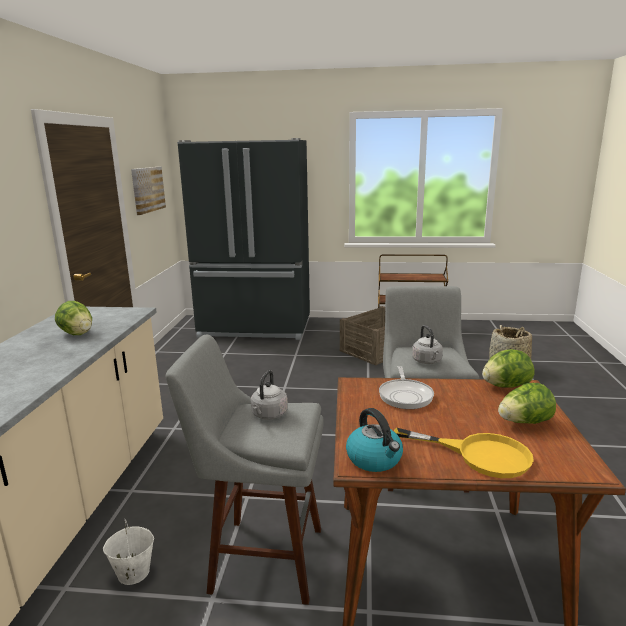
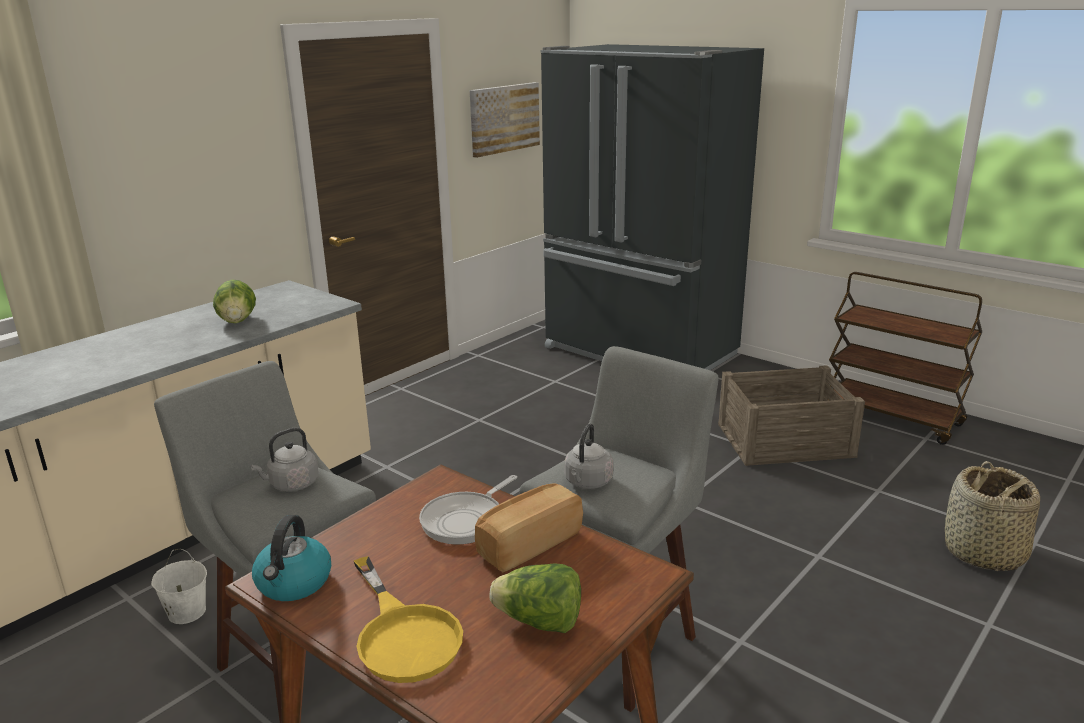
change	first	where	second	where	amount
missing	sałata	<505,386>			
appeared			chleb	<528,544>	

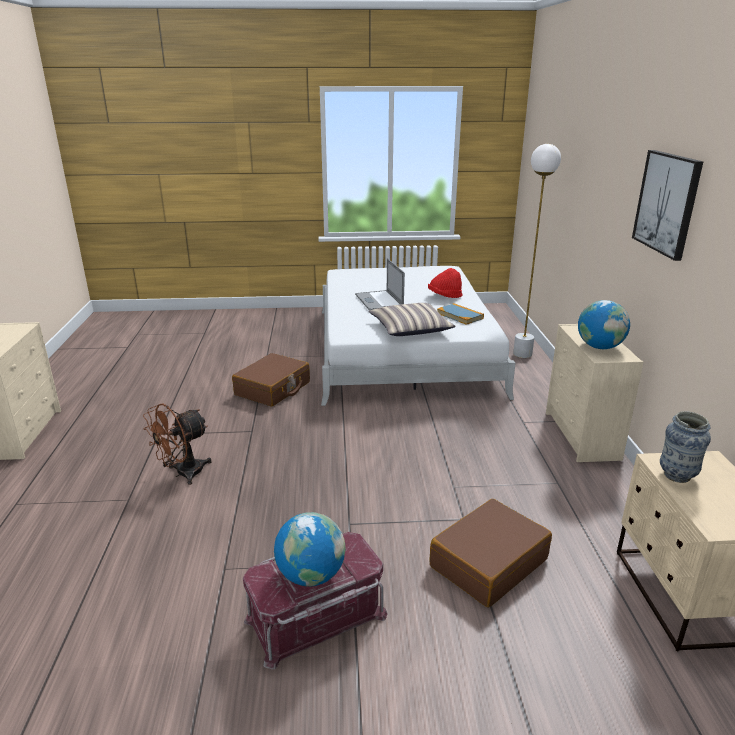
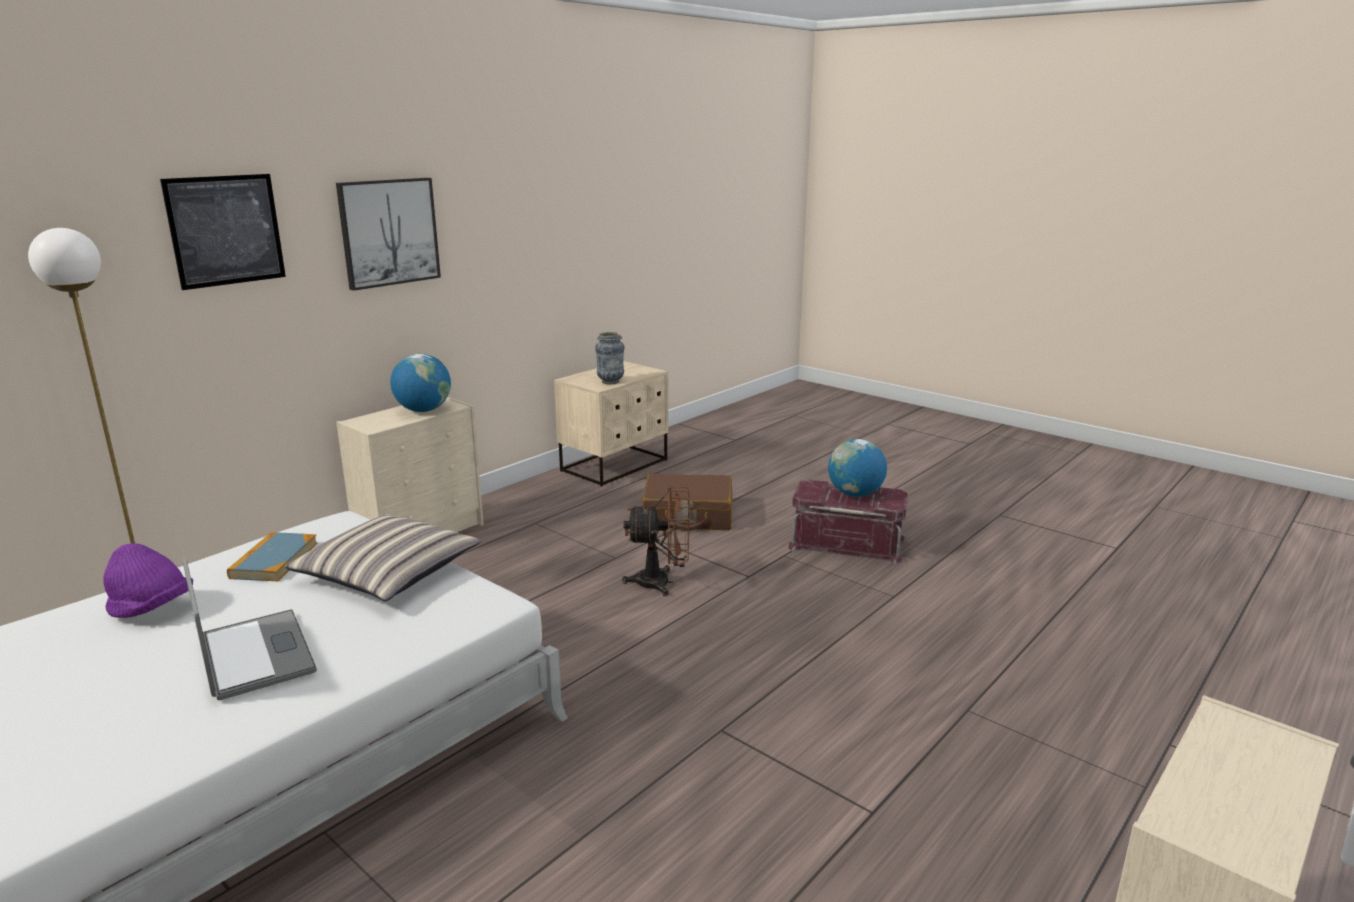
change	first	where	second	where	amount
relocated	wentylator/brązowy	<183,474>		<662,582>	
missing	walizka/brązowy	<273,389>			
spun	laptop	<379,301>		<255,654>	60 degrees counterclockwise
colour	kapelusz/czerwony	<444,296>	kapelusz/fioletowy	<151,609>	
appeared			obraz	<226,230>	

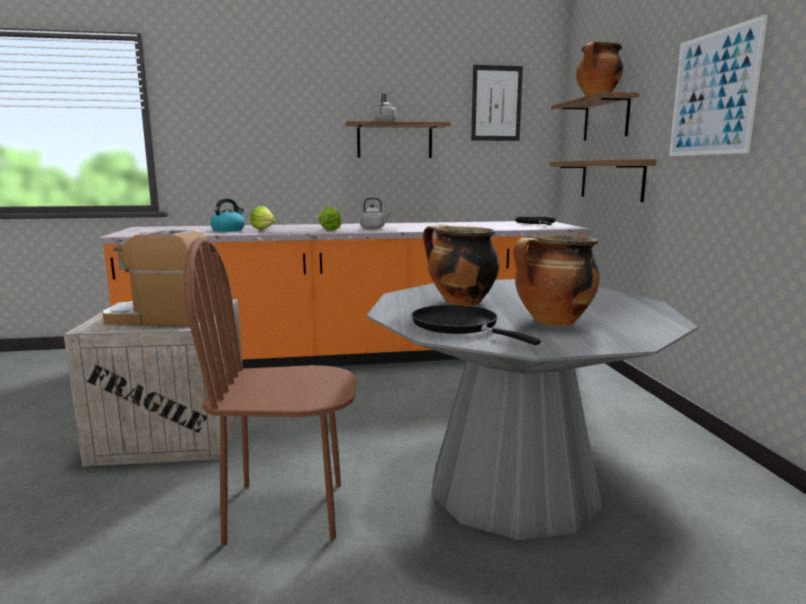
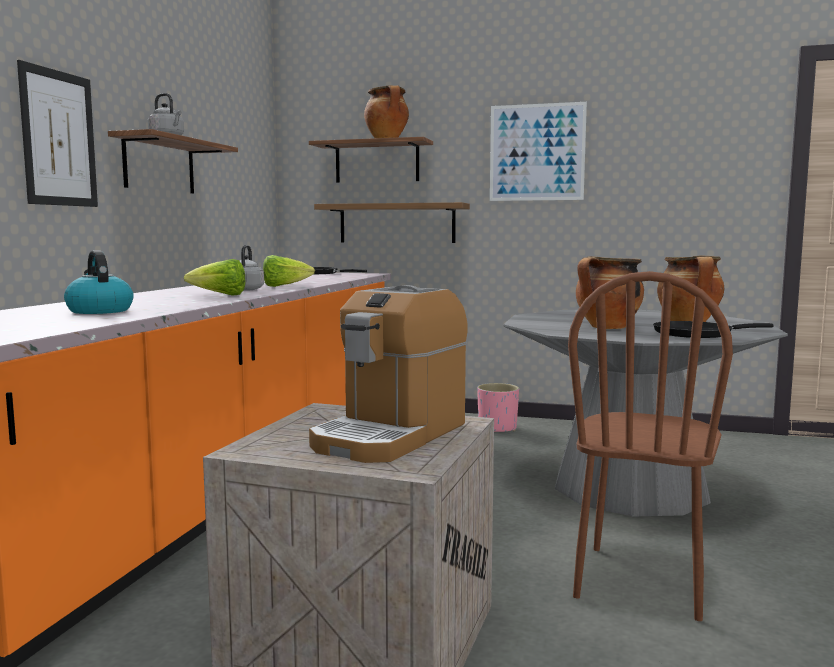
change	first	where	second	where	amount
relocated	sałata	<265,230>		<284,286>	
relocated	obraz	<496,103>		<59,138>	
appeared			donica/różowy	<497,428>	

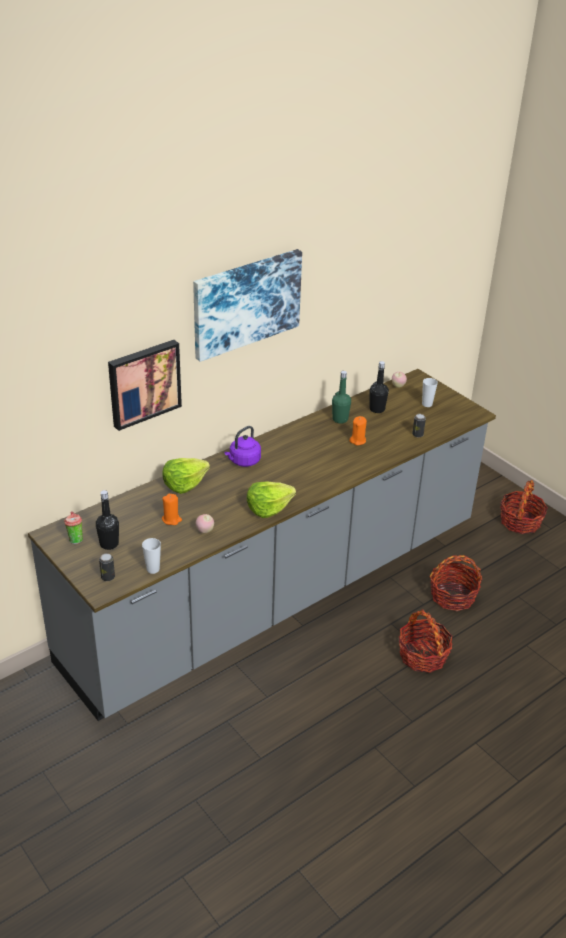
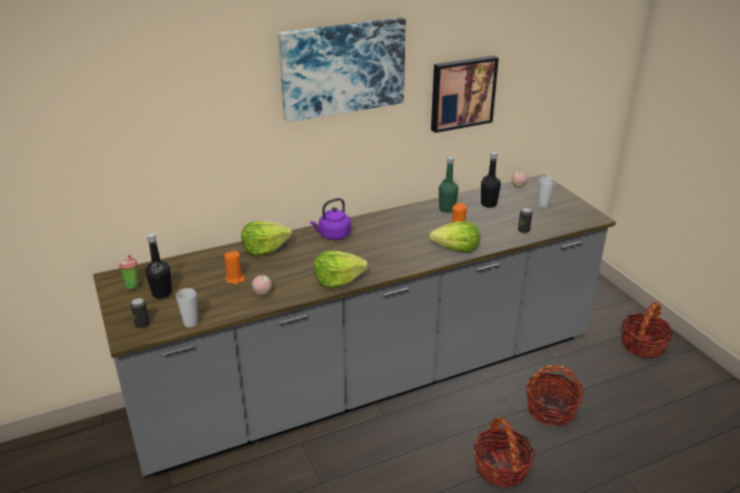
change	first	where	second	where	amount
relocated	obraz	<143,383>		<462,93>	
appeared			sałata	<456,249>	

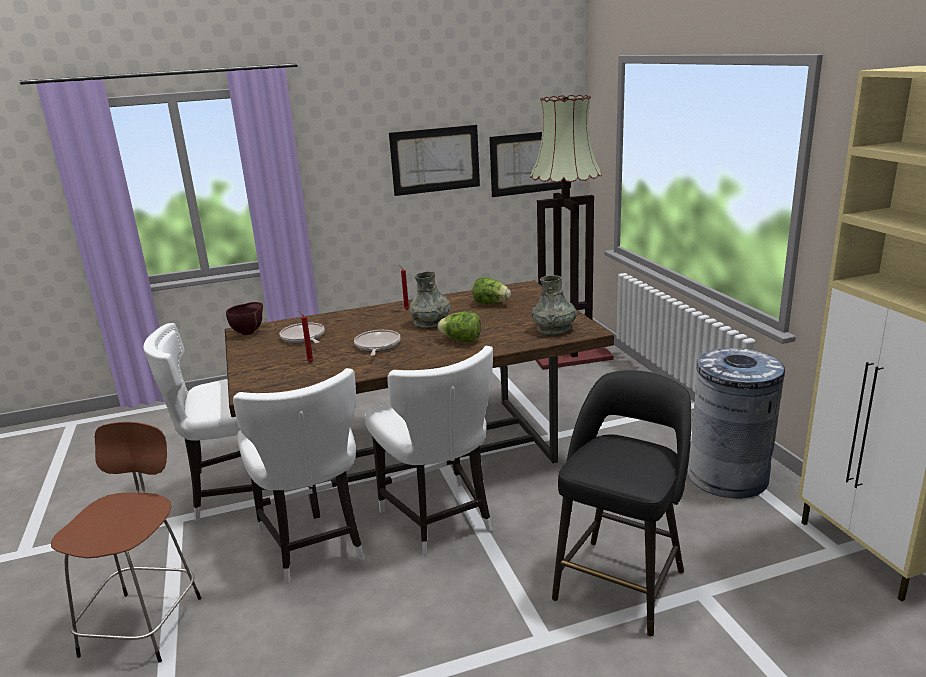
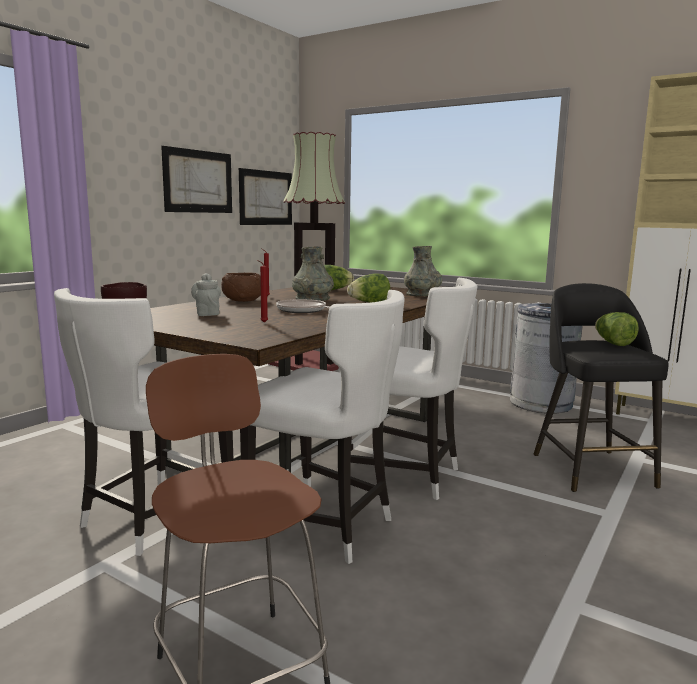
change	first	where	second	where	amount
exchanged	patelnia	<303,337>	imbryk/szary	<207,314>	
appeared			miska/brązowy	<243,300>	
appeared			sałata	<612,343>	

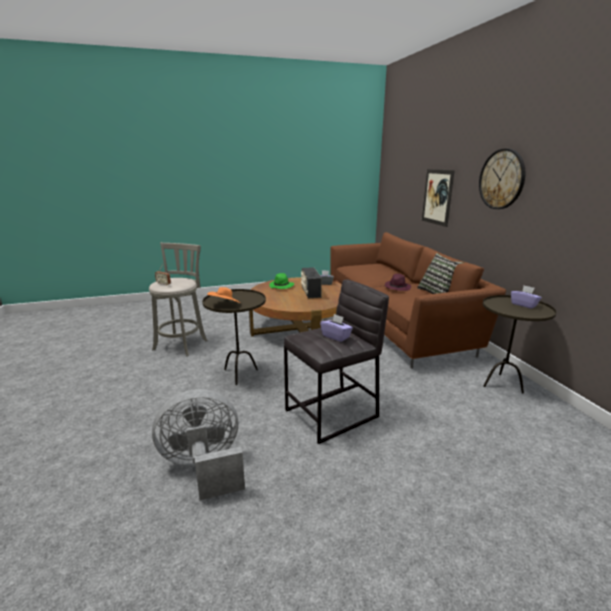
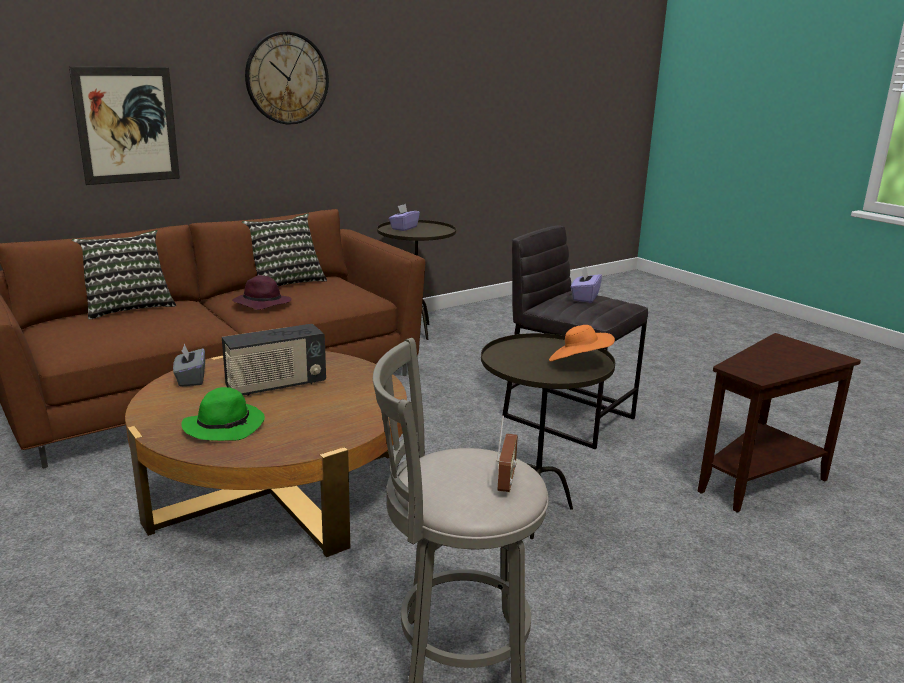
change	first	where	second	where	amount
exchanged	wentylator/szary	<204,467>	stolik/brązowy	<759,480>	
appeared			poduszka	<128,307>	

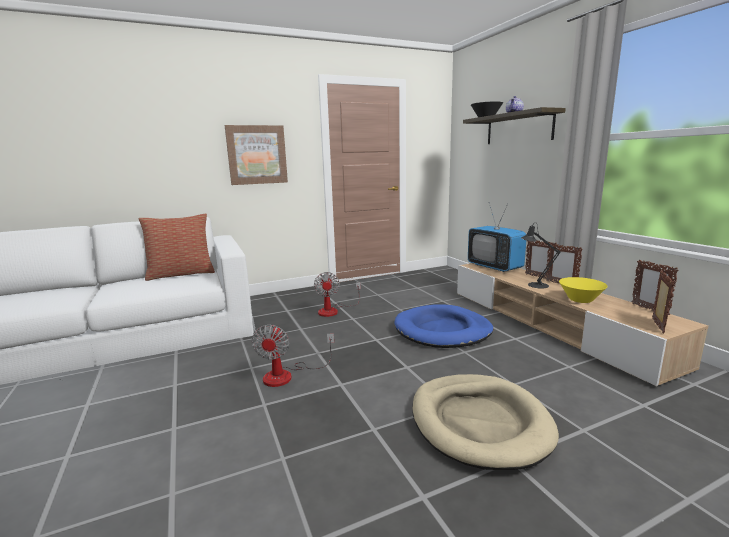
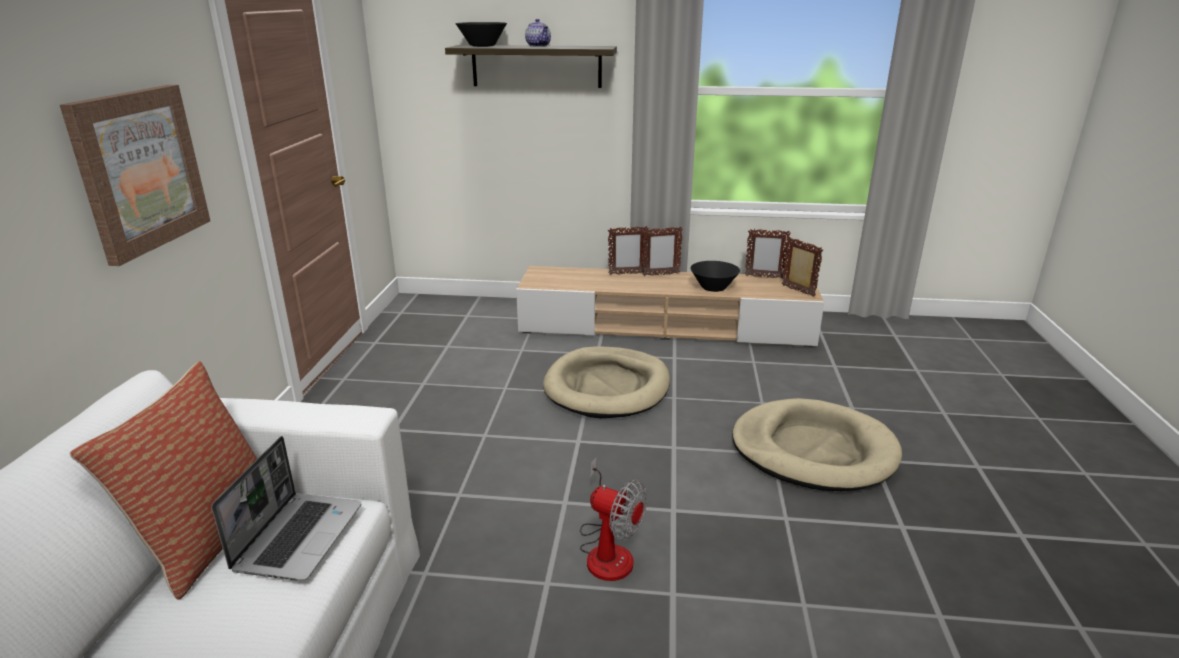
change	first	where	second	where	amount
missing	wentylator	<333,310>			
colour	legowisko/niebieski	<442,330>	legowisko/beżowy	<607,387>	
missing	telewizor	<494,267>			
missing	lampa stołowa/czarny	<535,284>			
colour	miska/żółty	<580,300>	miska/czarny	<713,288>	
appeared			laptop	<299,536>	

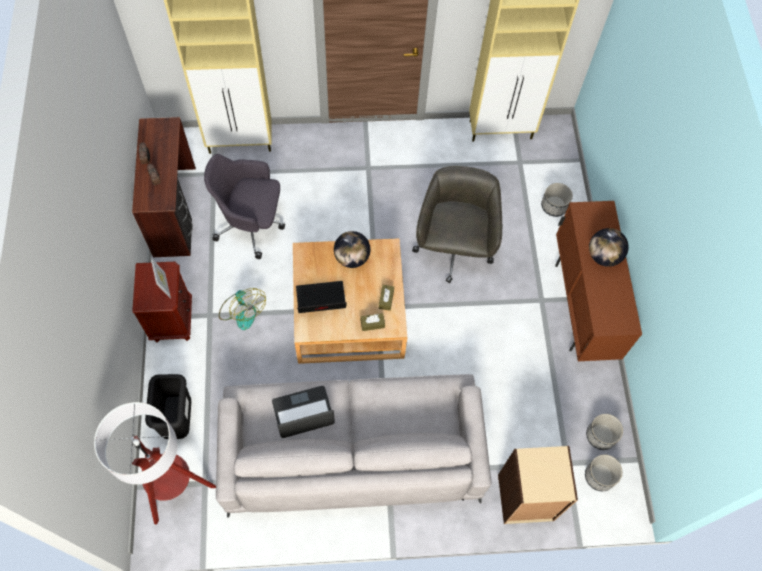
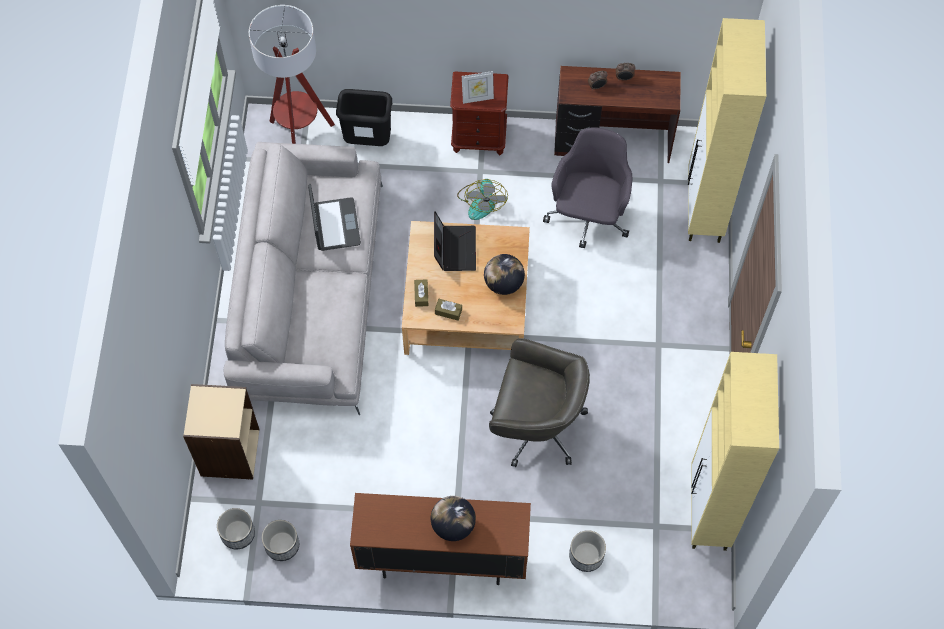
change	first	where	second	where	amount
spun	wentylator	<242,311>		<481,201>	60 degrees counterclockwise

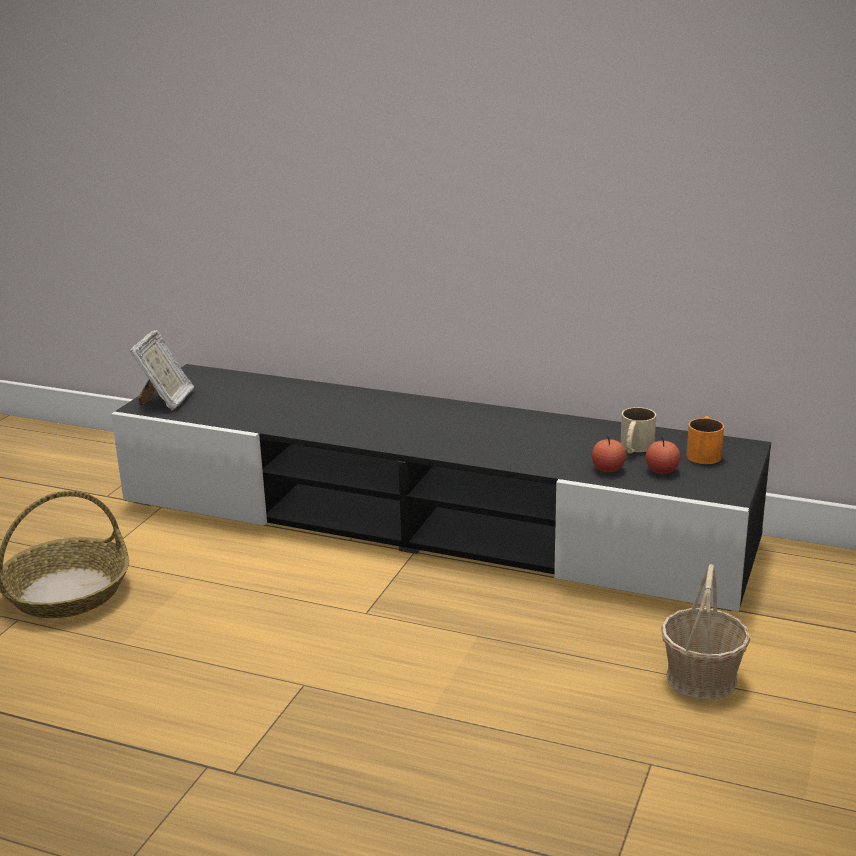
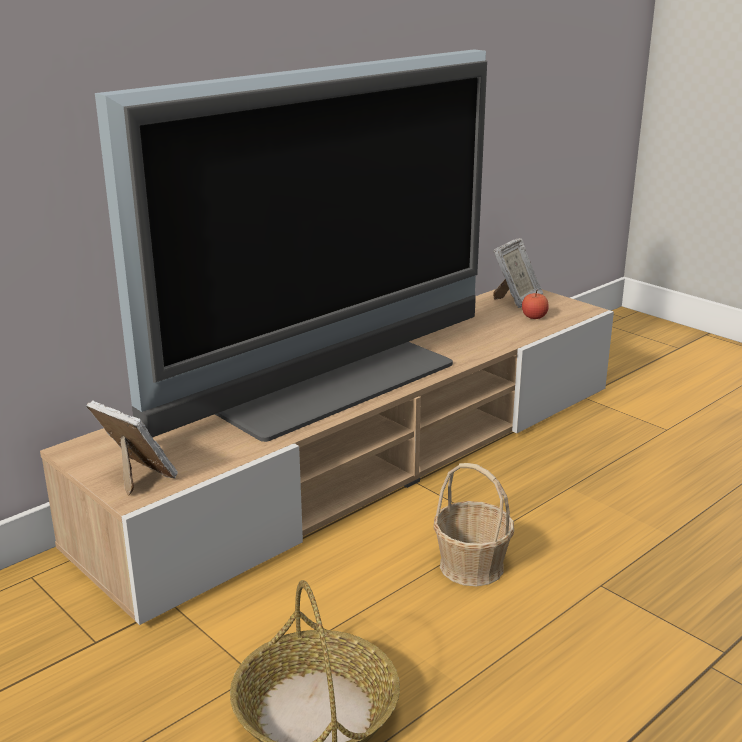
change	first	where	second	where	amount
colour	szafka pod telewizor/czarny	<432,523>	szafka pod telewizor/beżowy	<372,461>	
missing	jabłko	<608,469>			
missing	kubek/beżowy	<634,448>			
relocated	koszyk	<702,678>		<471,566>	
exchanged	kubek/pomarańczowy	<704,452>	ramka na zdjęcie	<516,300>	
appeared			telewizor	<332,383>	

